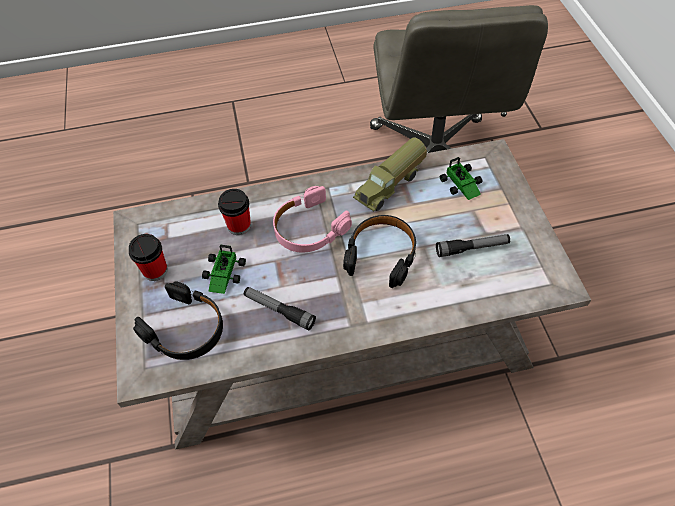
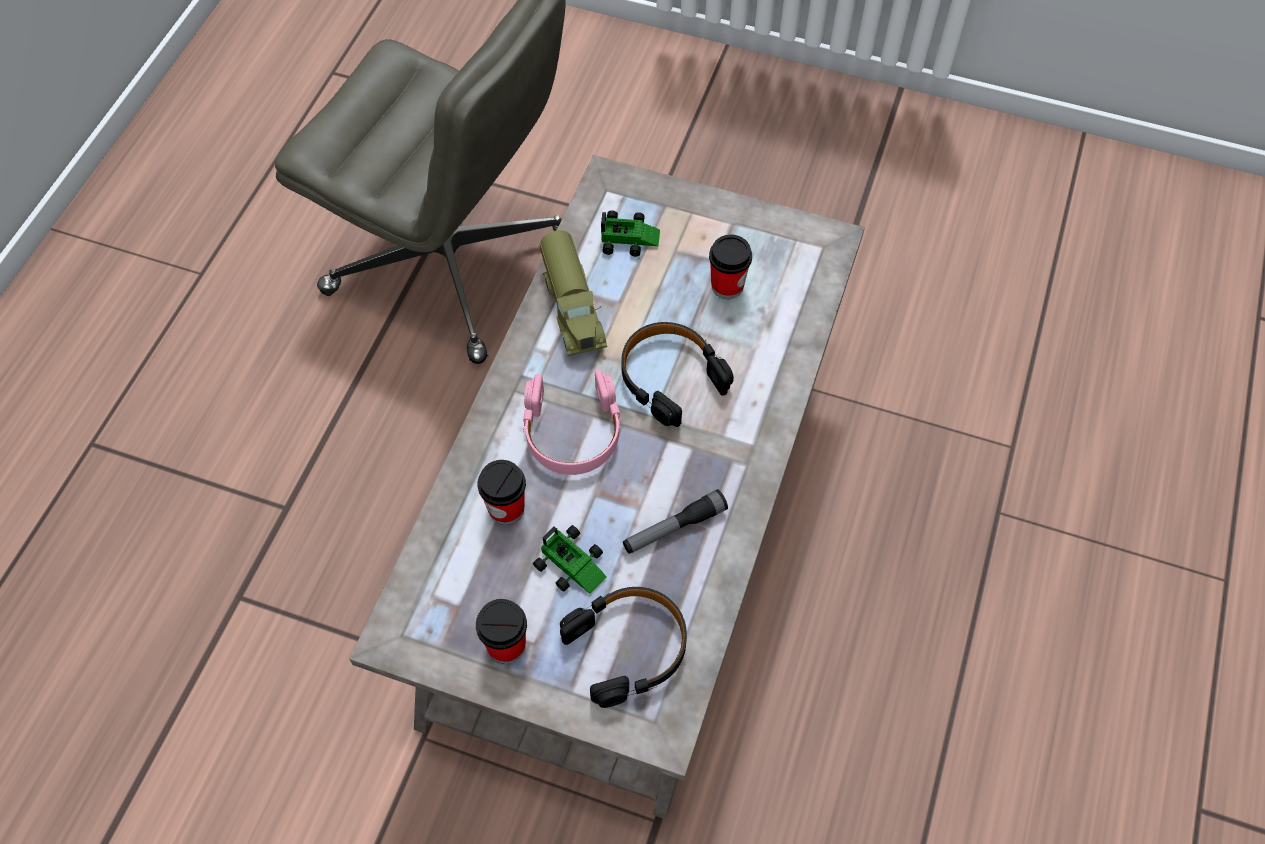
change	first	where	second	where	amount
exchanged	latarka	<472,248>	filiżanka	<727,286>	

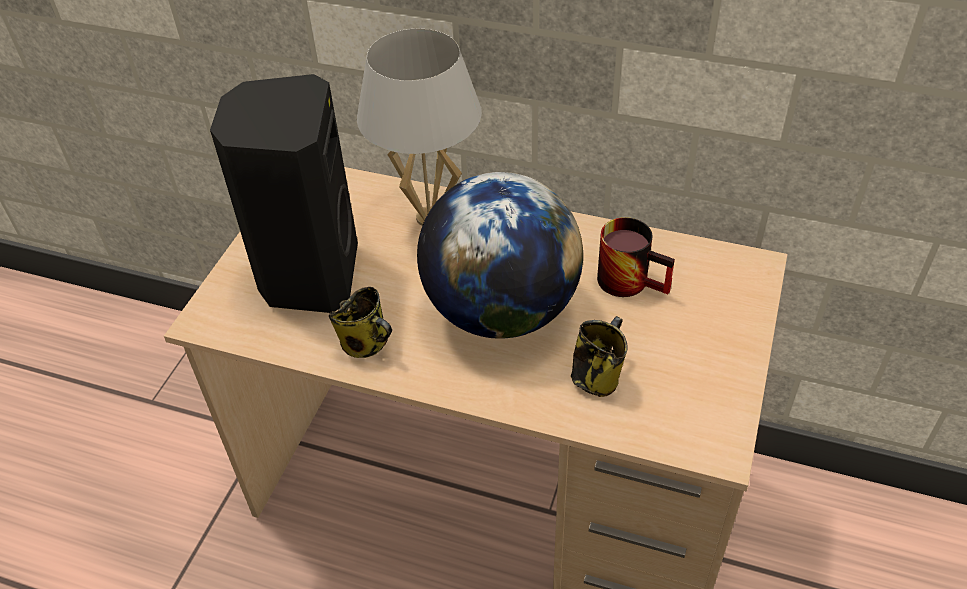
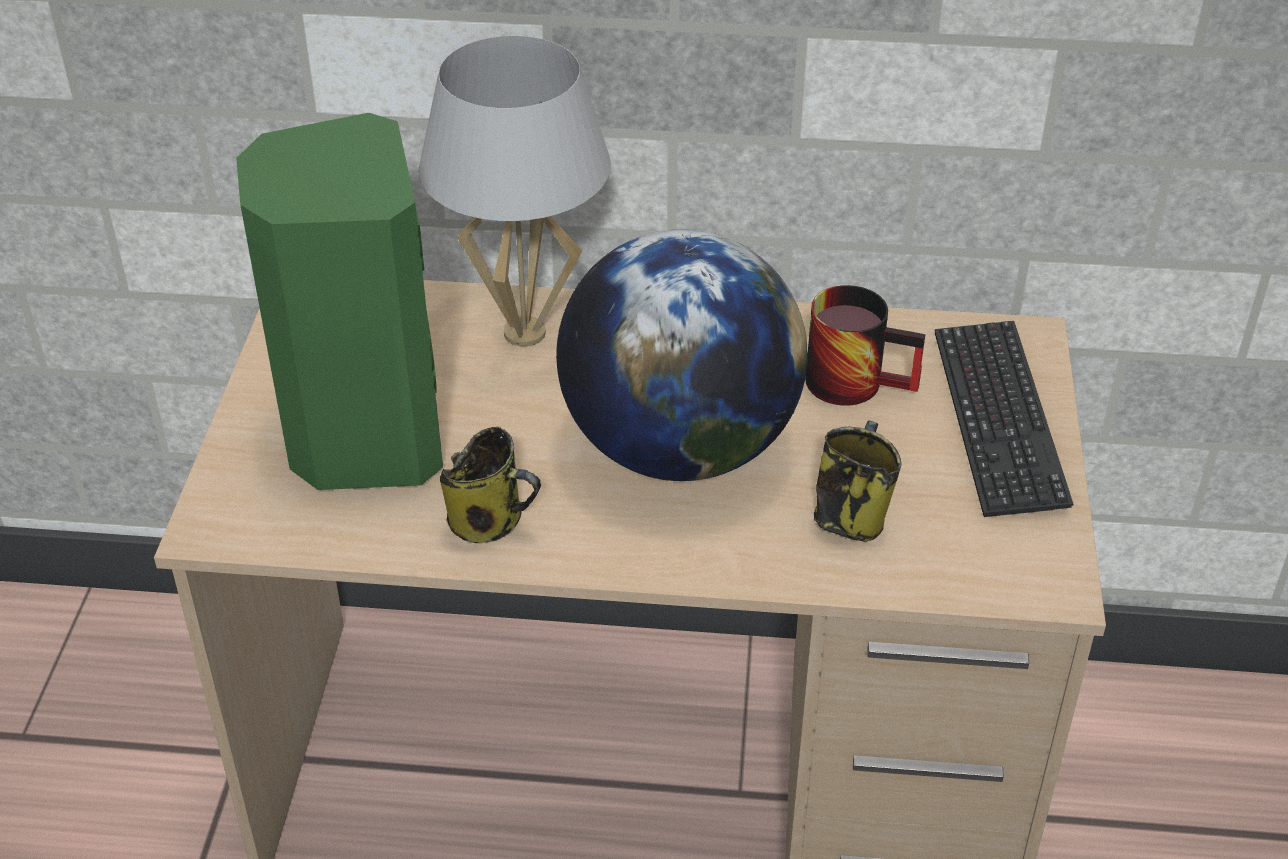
change	first	where	second	where	amount
colour	głośnik/czarny	<308,276>	głośnik/zielony	<362,439>	
appeared			klawiatura	<998,419>	

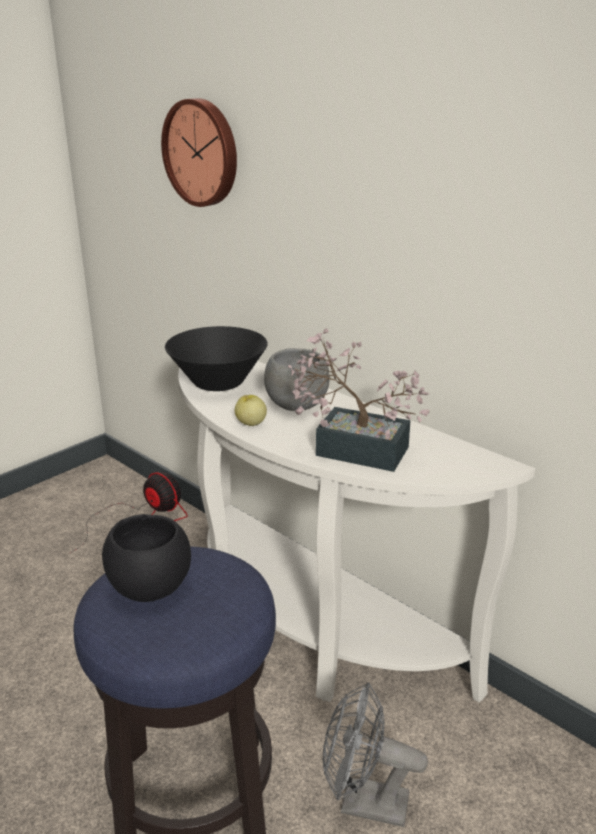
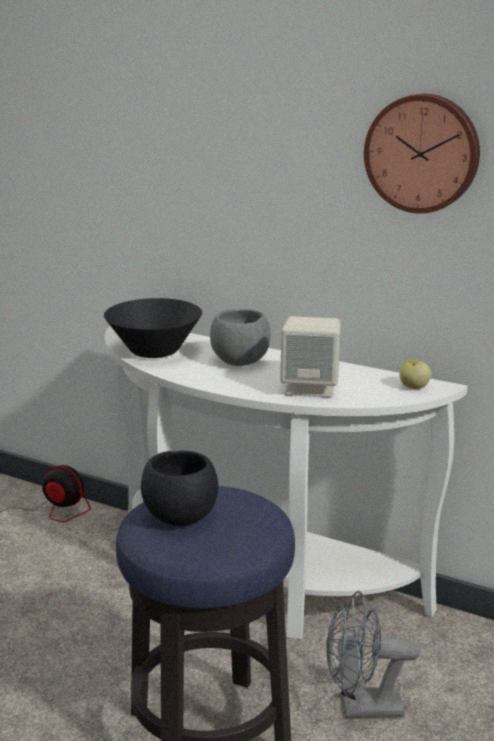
change	first	where	second	where	amount
relocated	zegar ścienny	<202,153>		<422,153>	
relocated	jabłko	<250,423>		<413,387>	
exchanged	roślina doniczkowa	<352,448>	głośnik/beżowy	<310,388>	

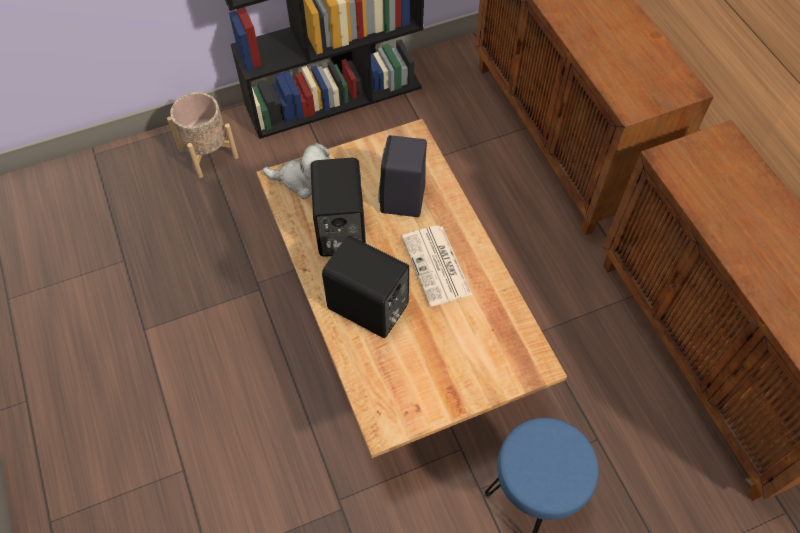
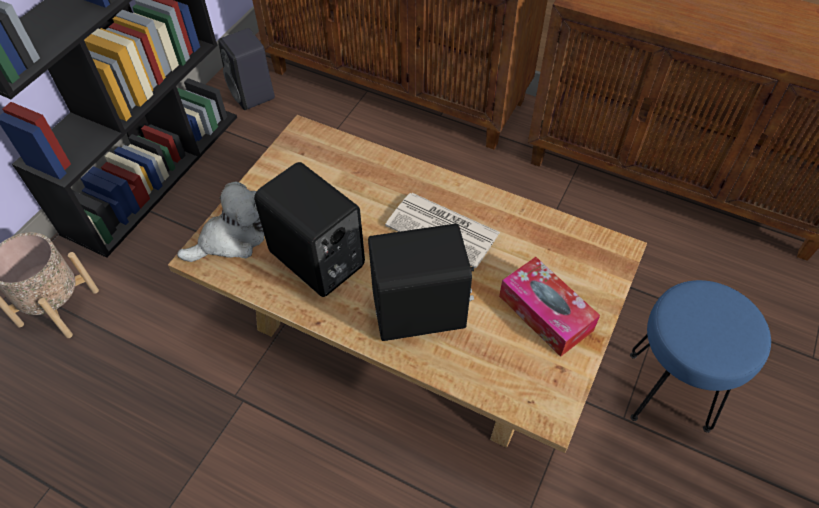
change	first	where	second	where	amount
relocated	głośnik/czarny	<403,200>		<253,95>	
appeared			pudełko chusteczek	<545,313>	

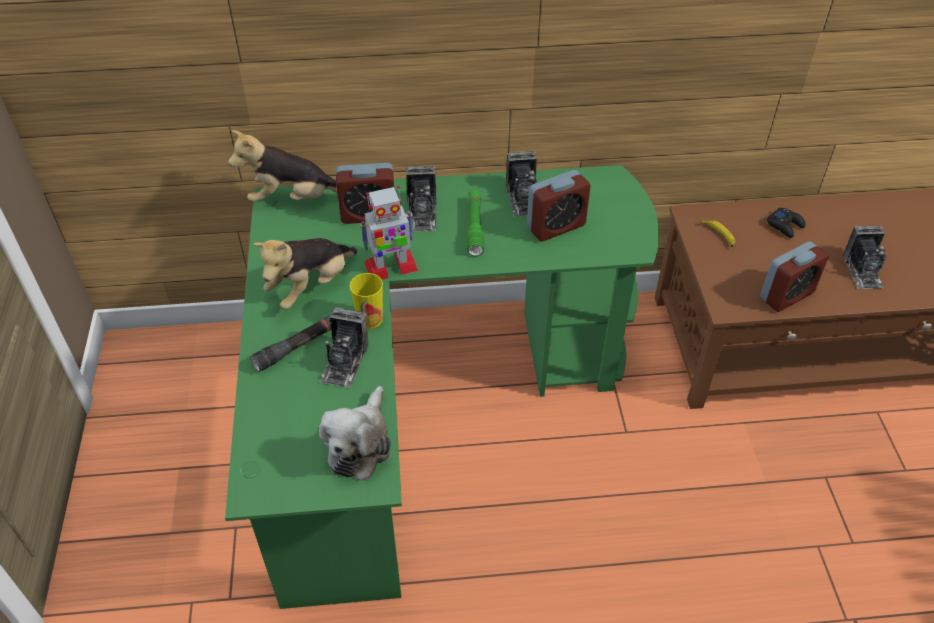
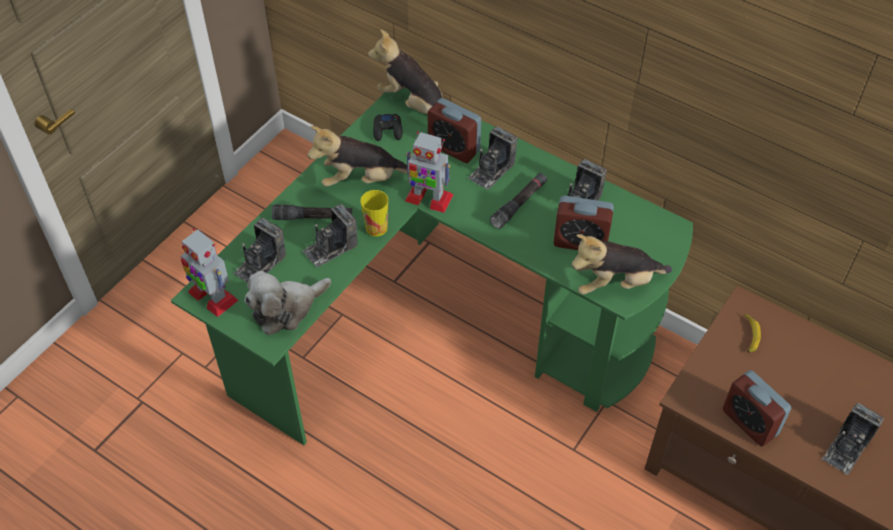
change	first	where	second	where	amount
colour	latarka/zielony	<475,227>	latarka/czarny	<519,204>	
spun	budzik	<786,295>		<750,422>	45 degrees clockwise
relocated	pad do gier/czarny	<785,225>		<388,130>	
appeared			robot zabawkowy	<212,296>	
appeared			aparat fotograficzny	<260,264>	
appeared			pluszak	<614,283>	

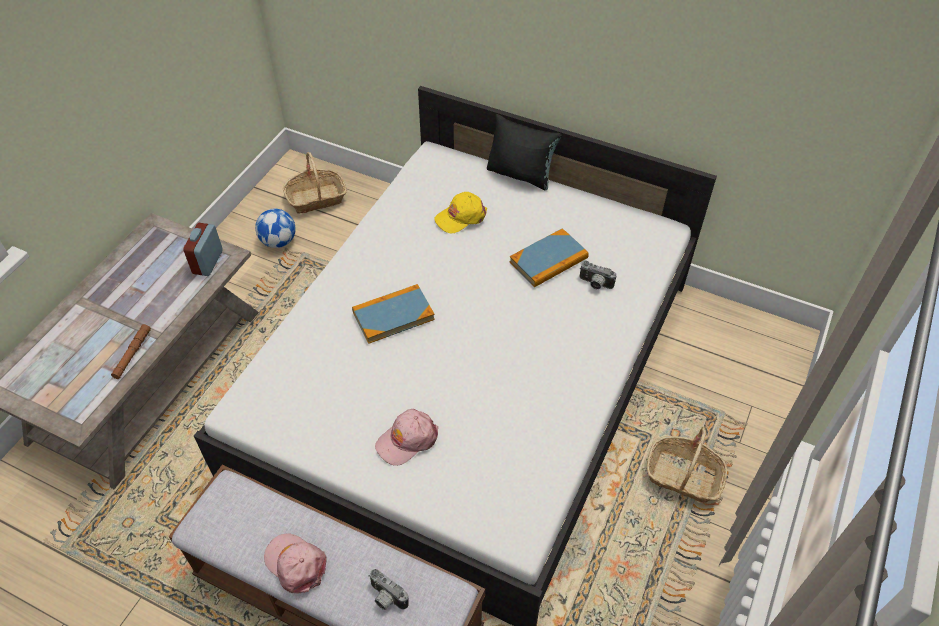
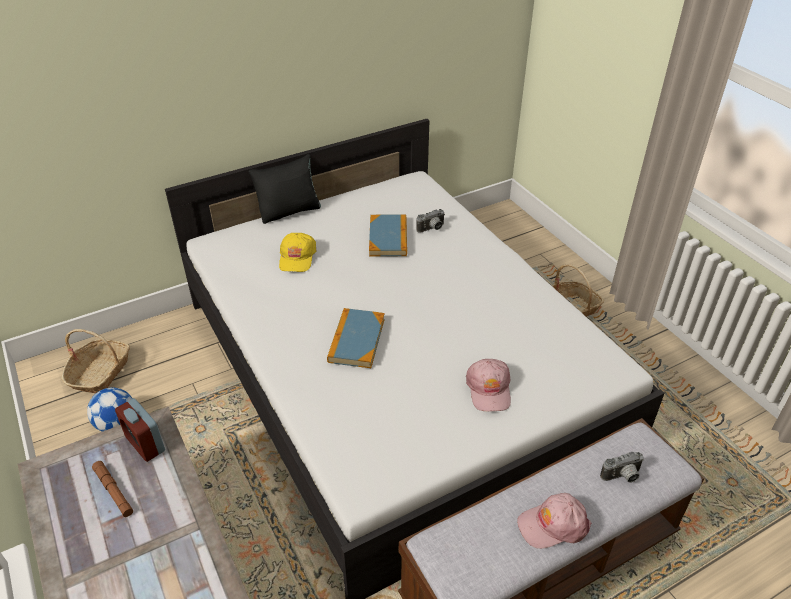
change	first	where	second	where	amount
relocated	latarka/brązowy	<132,354>		<113,491>	

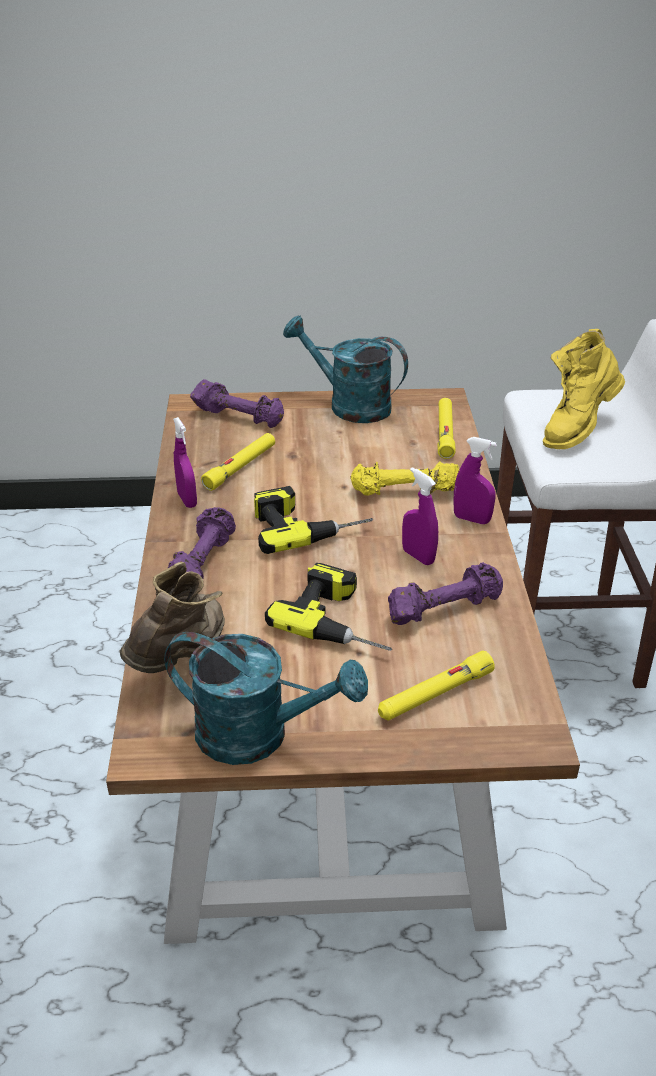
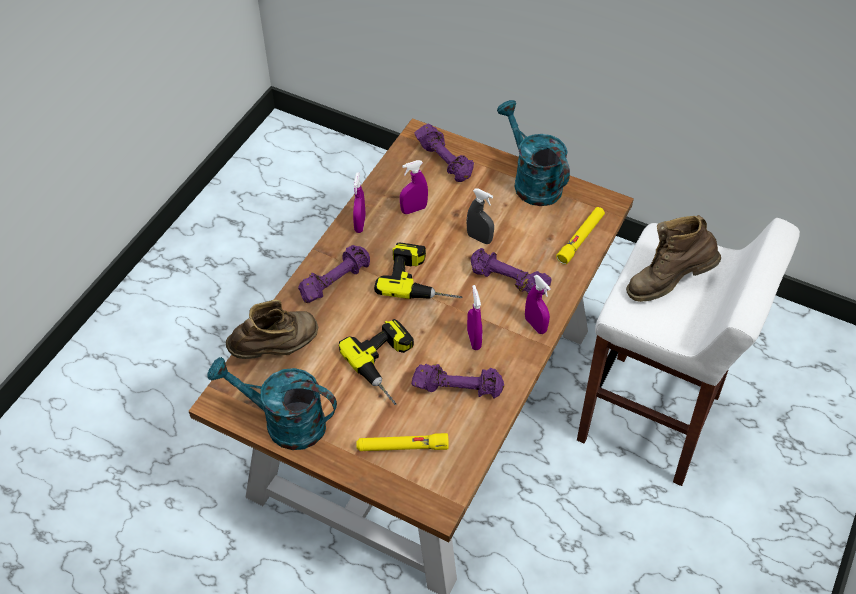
change	first	where	second	where	amount
spun	konewka/turkusowy	<258,734>		<284,422>	150 degrees clockwise
exchanged	latarka/żółty	<241,467>	spryskiwacz/fioletowy	<414,209>	
colour	hantel/żółty	<404,493>	hantel/fioletowy	<507,281>	
colour	but z cholewką/żółty	<576,429>	but z cholewką/brązowy	<668,283>	
appeared			spryskiwacz/szary	<479,238>	

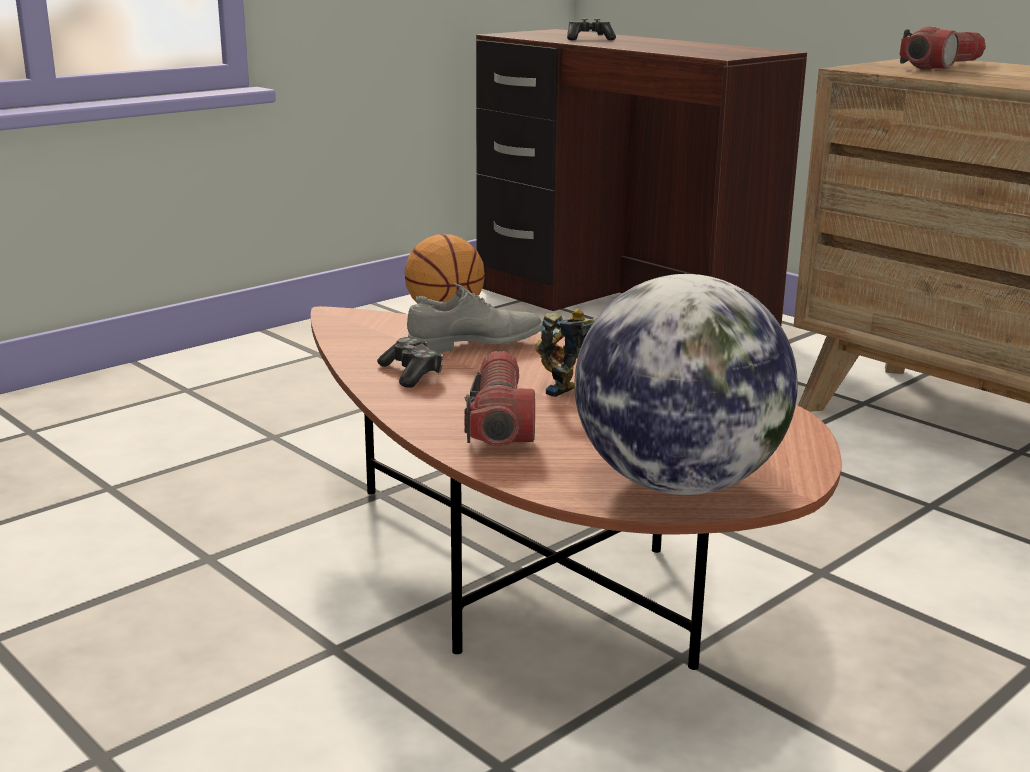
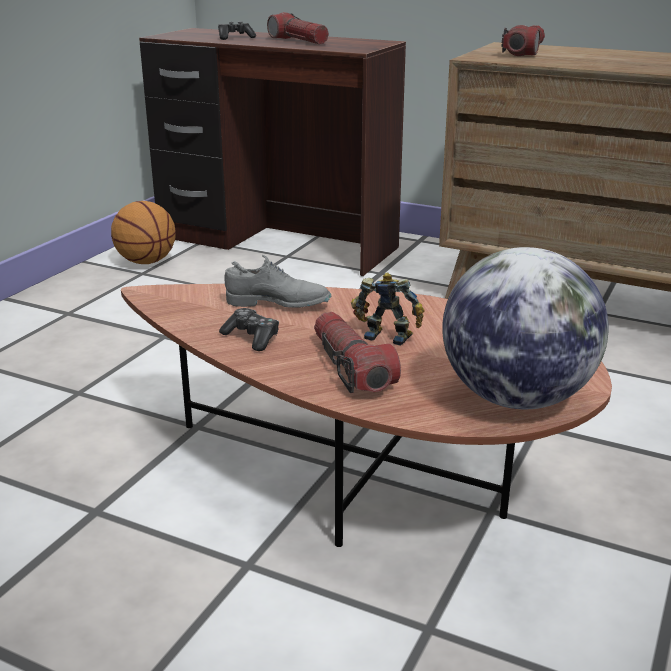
change	first	where	second	where	amount
spun	but/szary	<476,345>		<278,304>	45 degrees clockwise
appeared			latarka	<298,41>	

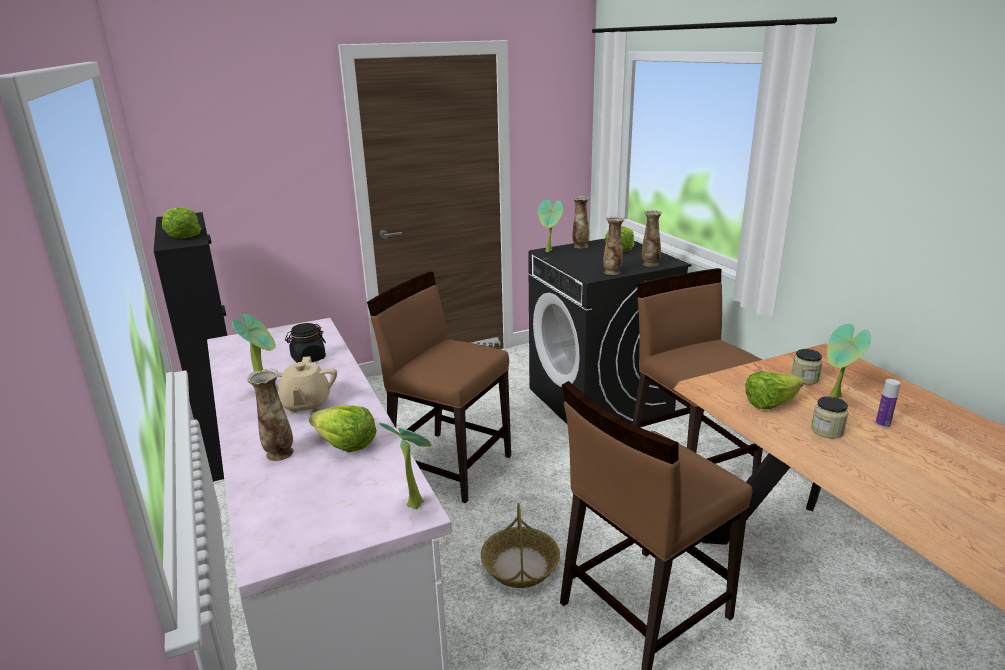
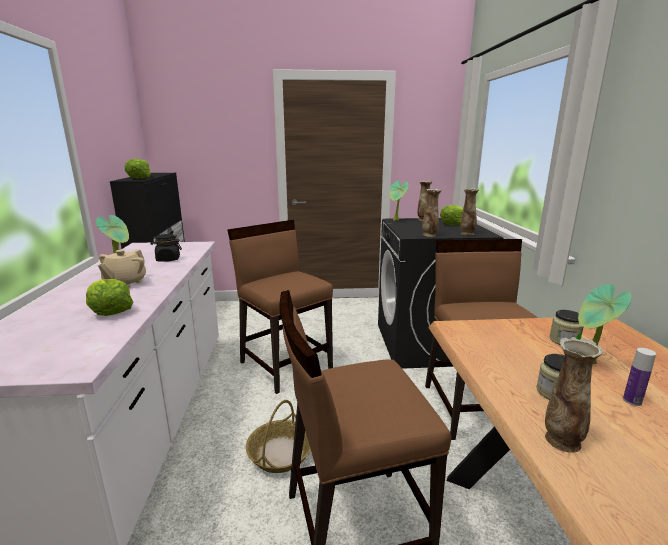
change	first	where	second	where	amount
relocated	wazon	<278,454>		<561,441>	
missing	roślina doniczkowa	<414,502>			
missing	sałata	<770,404>			

